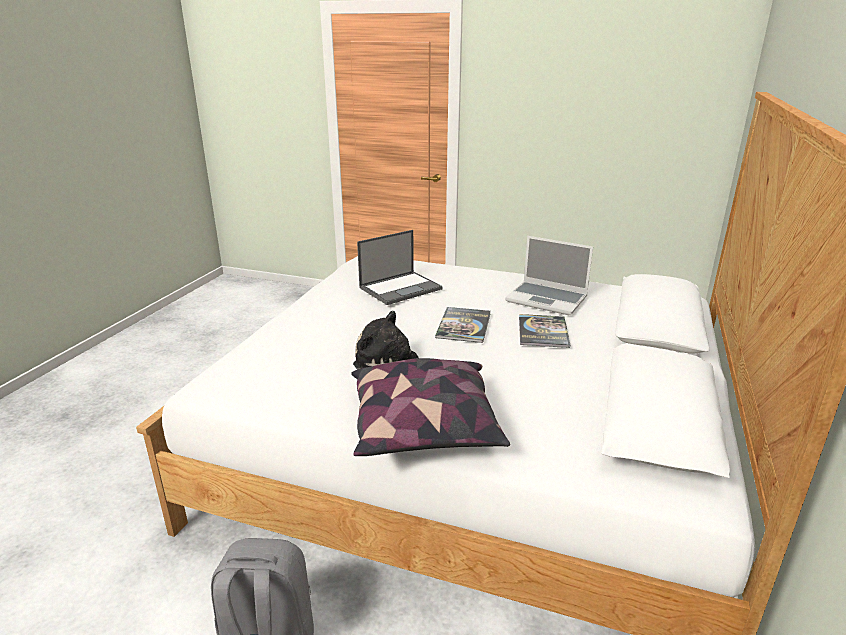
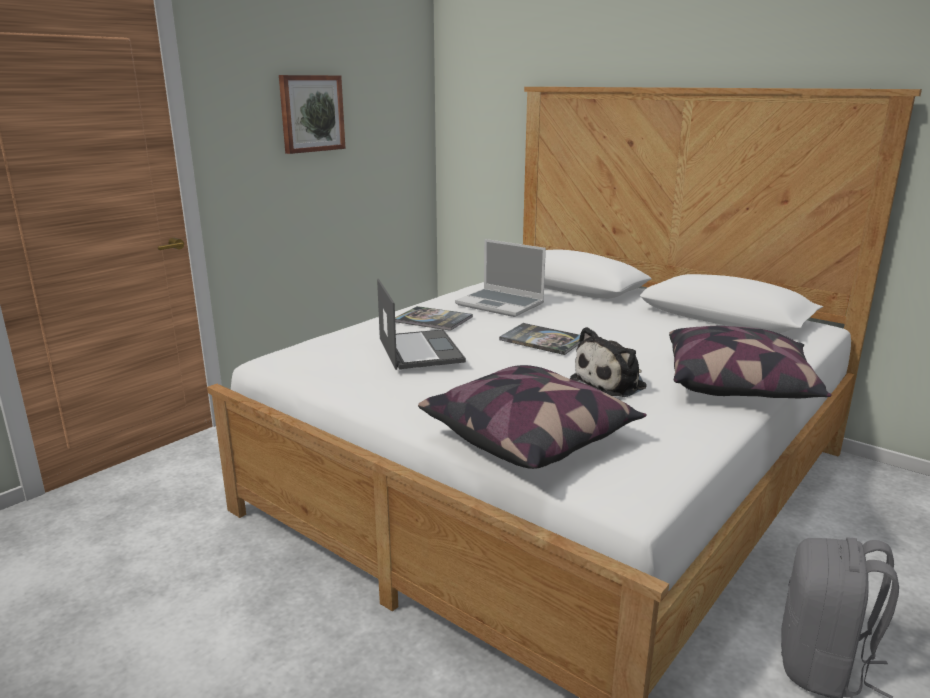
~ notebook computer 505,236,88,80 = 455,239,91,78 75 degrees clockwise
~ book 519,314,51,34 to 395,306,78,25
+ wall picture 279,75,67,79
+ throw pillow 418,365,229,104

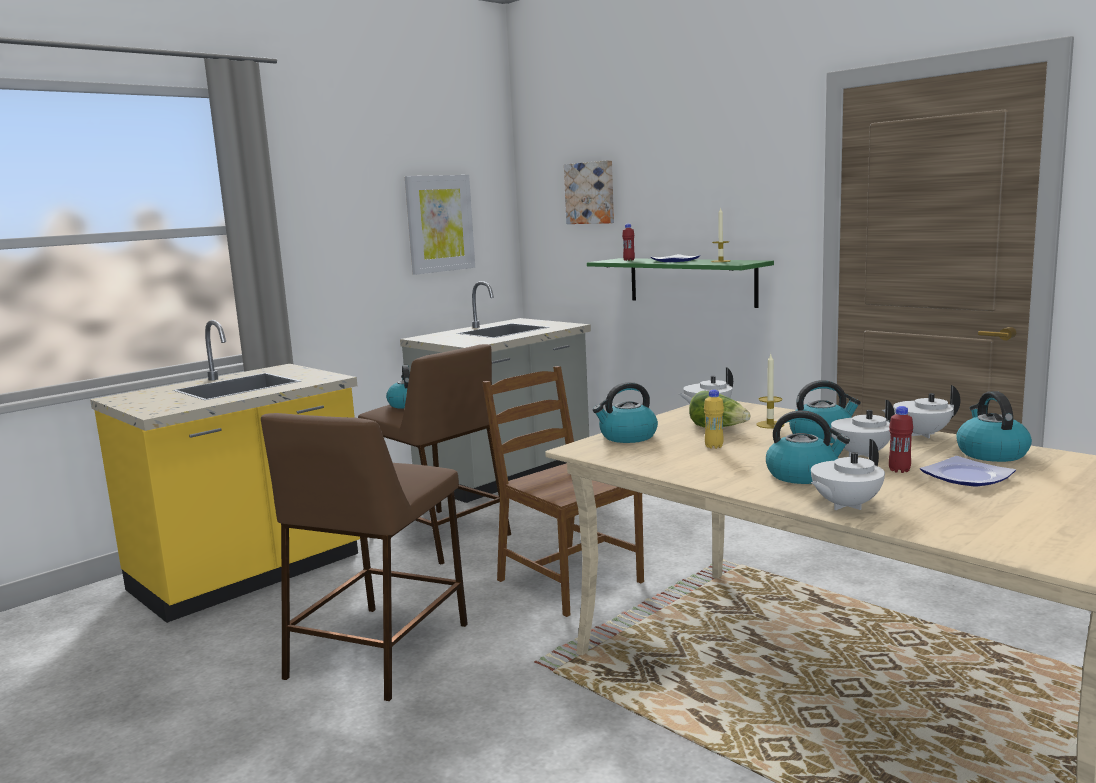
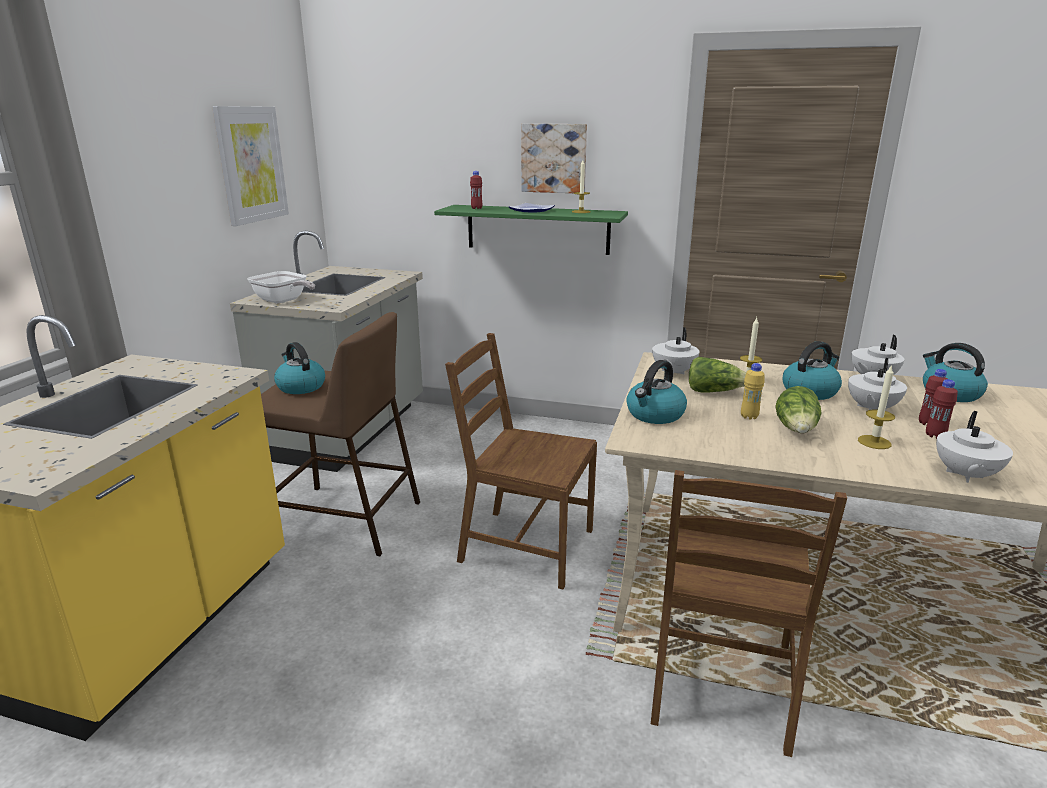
~ wall picture 564,160,50,64 to 521,124,66,69
~ water kettle 766,410,84,74 to candle 858,364,37,85
- stool in brown 261,413,207,288
- flat dish 920,456,96,30
+ pan 247,271,68,32
+ bottle in red 926,379,32,60
+ lettuce 775,386,47,47
+ chair in brown 651,470,196,287

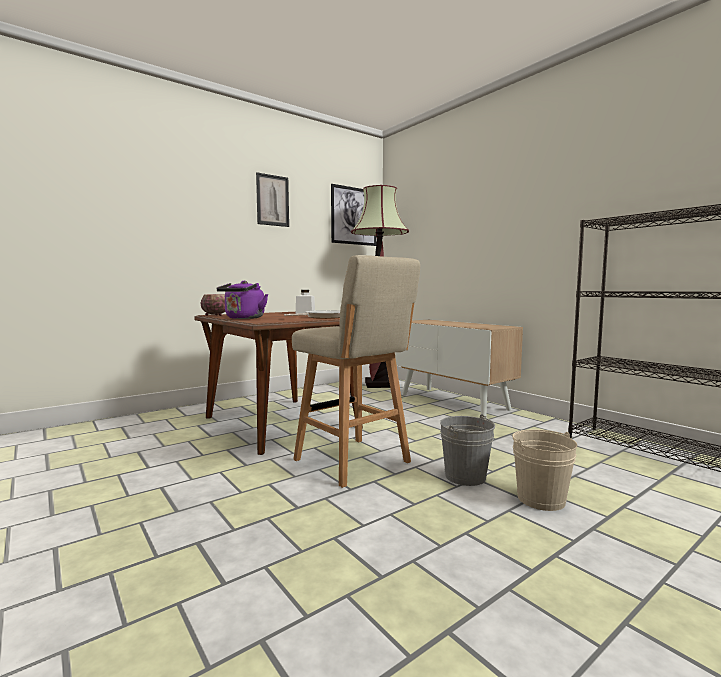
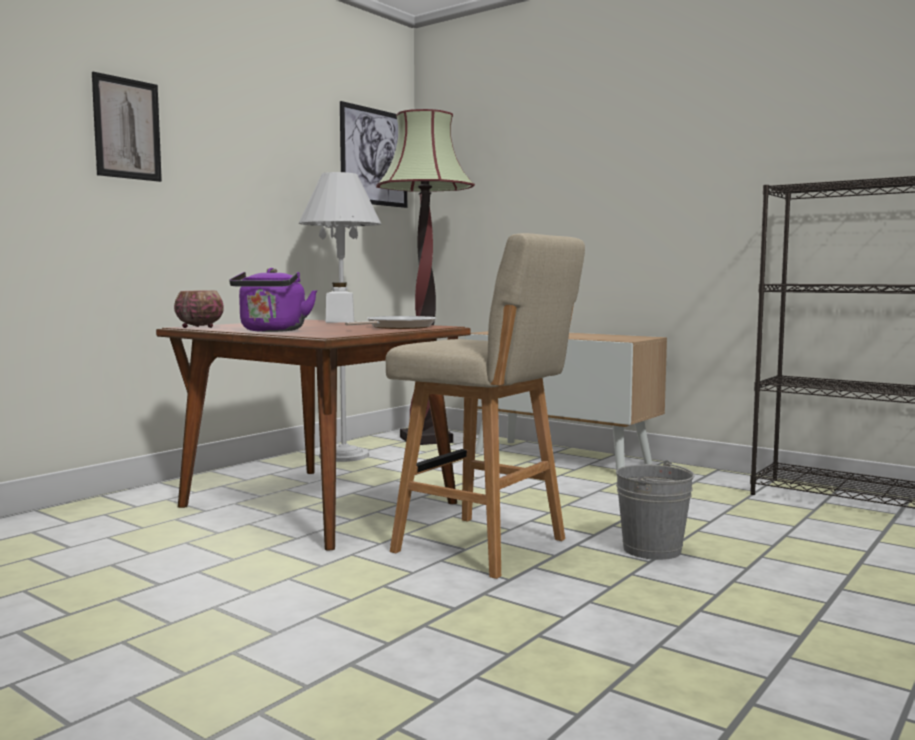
~ wall picture 256,172,33,55 to 92,72,70,110
- water bucket in beige-coloured 512,429,66,82
+ standard lamp in white-coloured 299,172,82,290

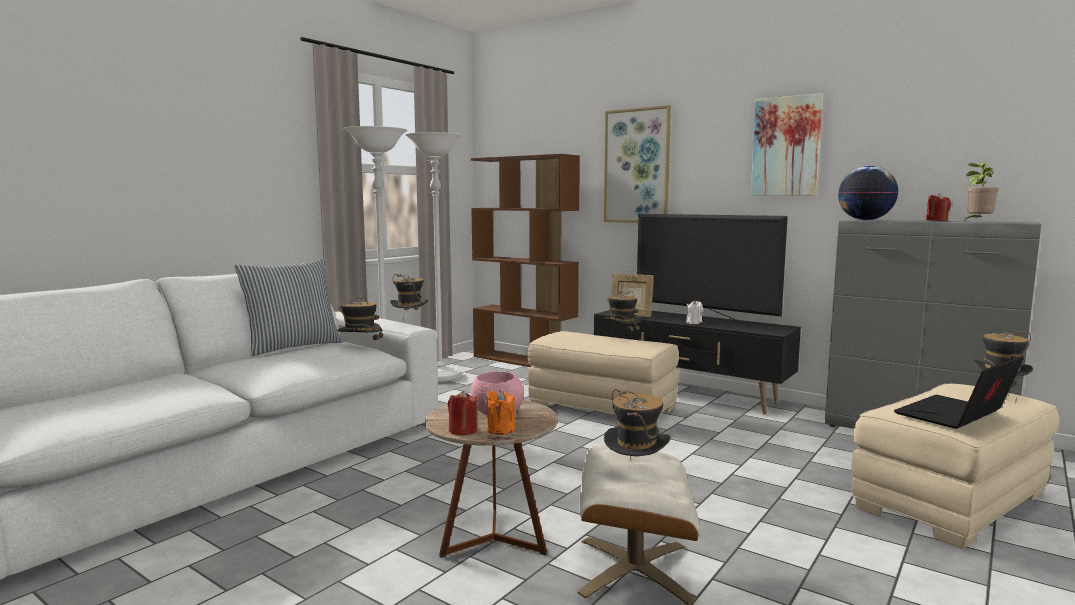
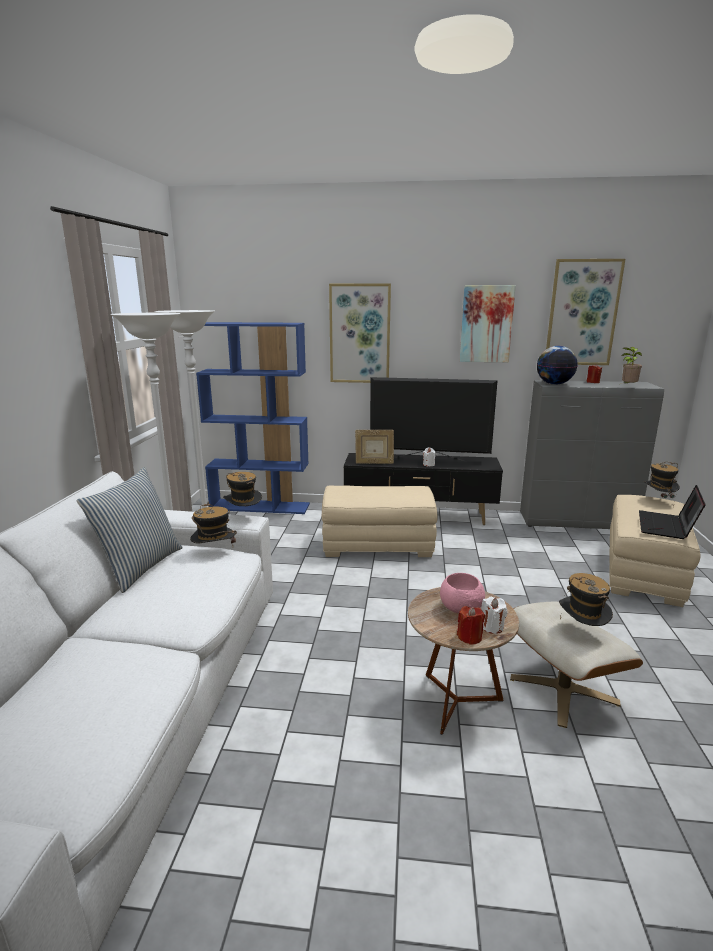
~ shelving unit in brown 471,154,109,213 to shelving unit in blue 196,322,114,192
- hat 604,291,37,40
~ candle in orangey 486,390,29,45 to candle in white-coloured 481,597,26,37
+ wall picture 546,259,79,106

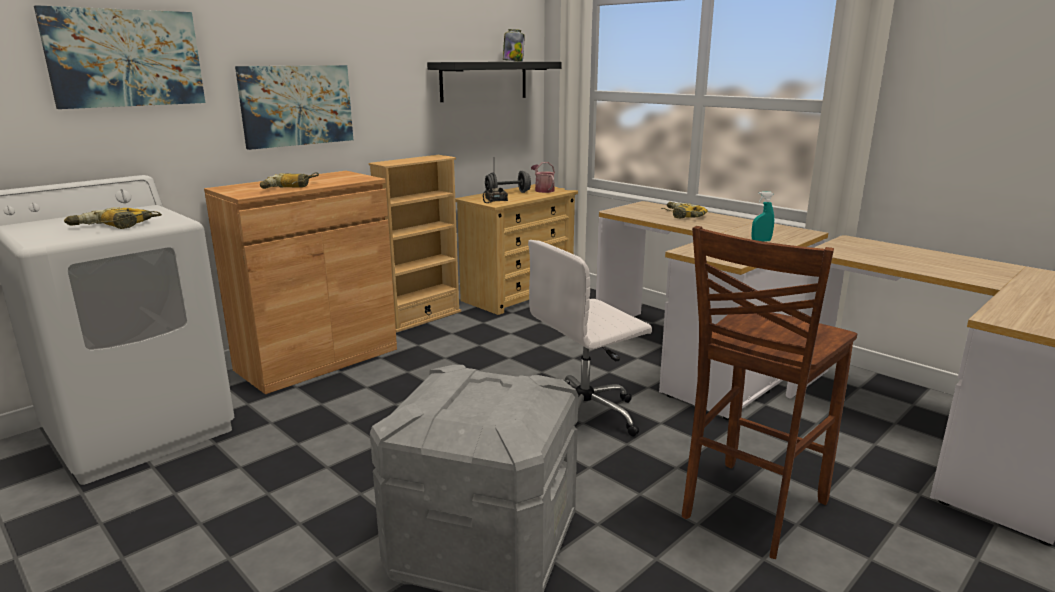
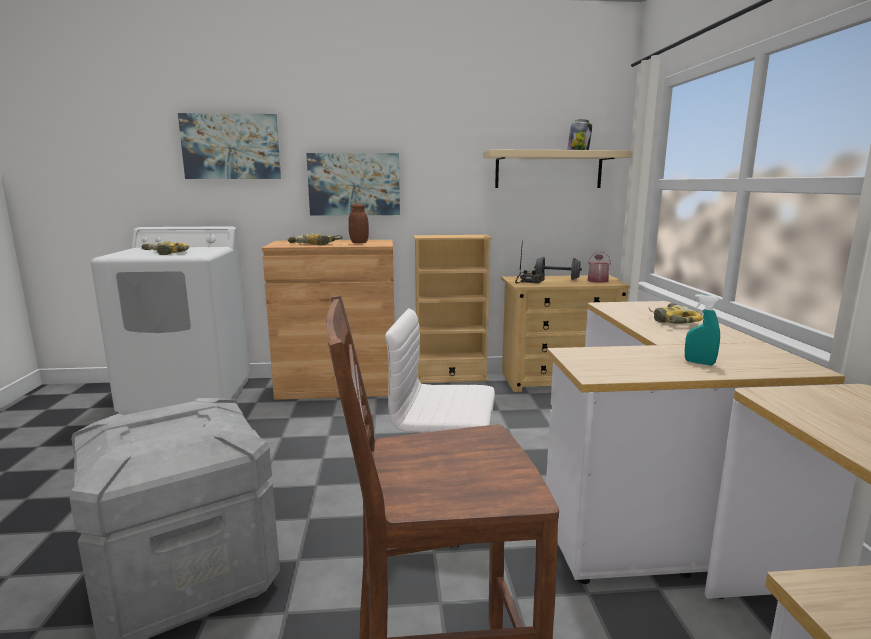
~ bracket shelf in blackish 427,62,135,40 to bracket shelf in beige-coloured 483,150,149,38
+ storage jar in brown 348,204,21,39

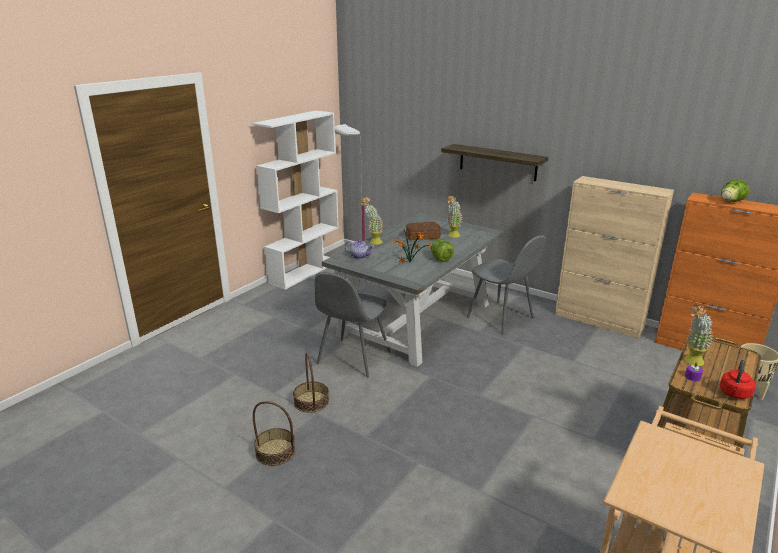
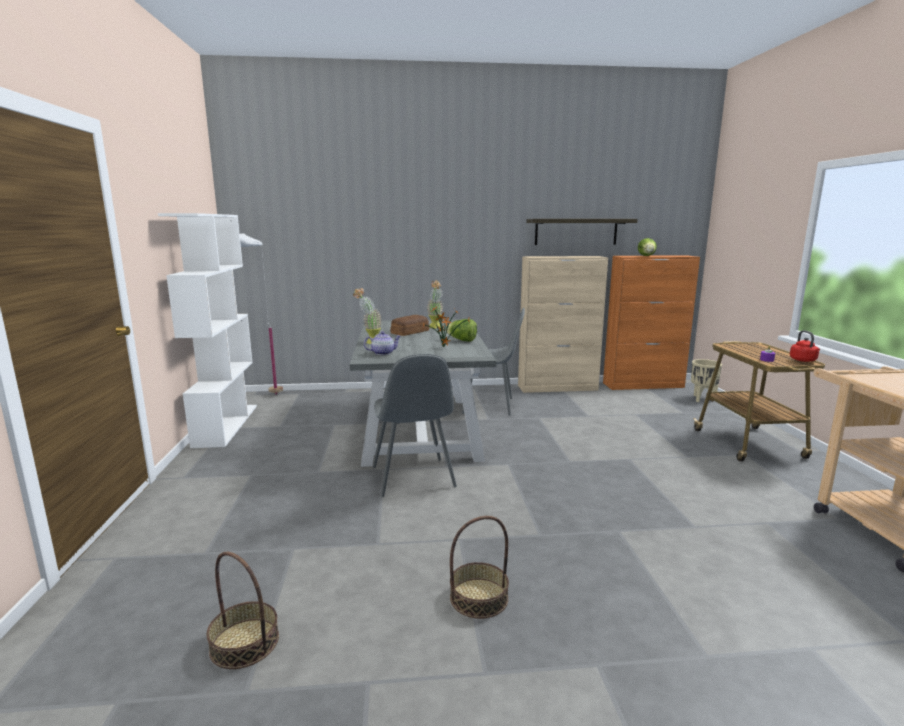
~ bracket shelf 441,144,107,37 to 526,219,112,26
- potted plant 684,304,29,62
~ storage basket 293,352,36,61 to 207,552,72,117

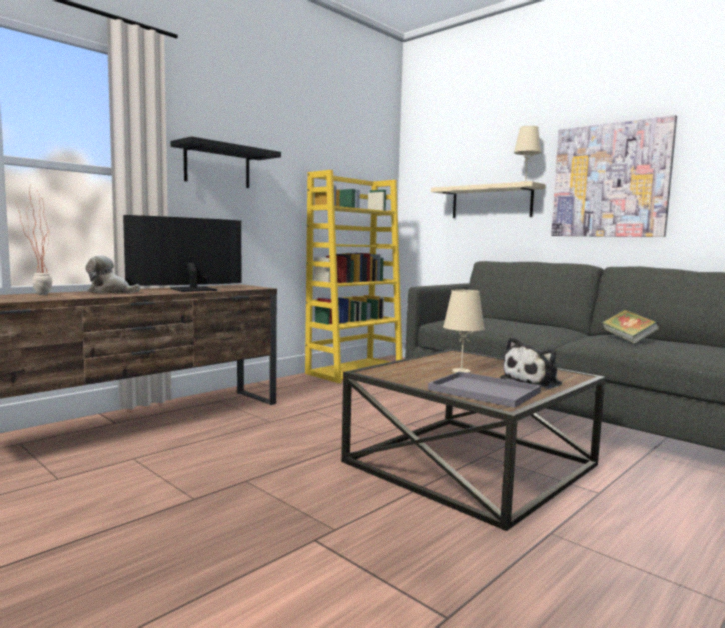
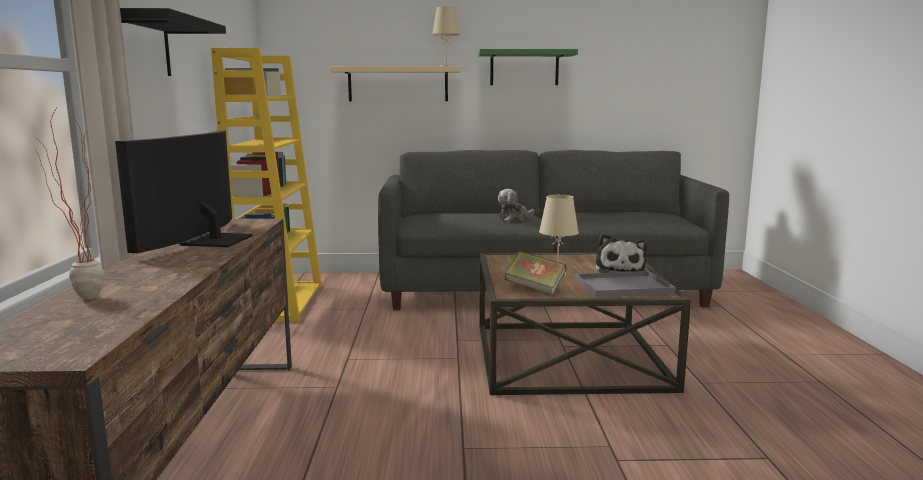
~ wall picture 551,115,126,122 to bracket shelf in green-coloured 478,49,100,36
~ soft toy 85,255,55,38 to 498,189,37,33
~ book 602,309,58,35 to 505,251,62,44

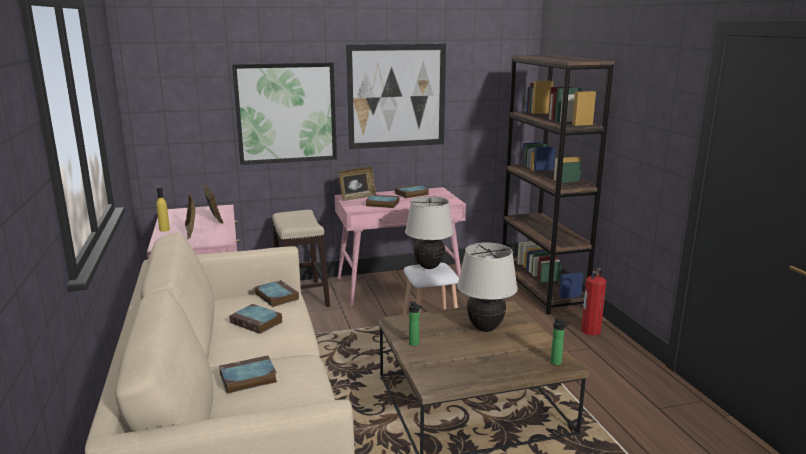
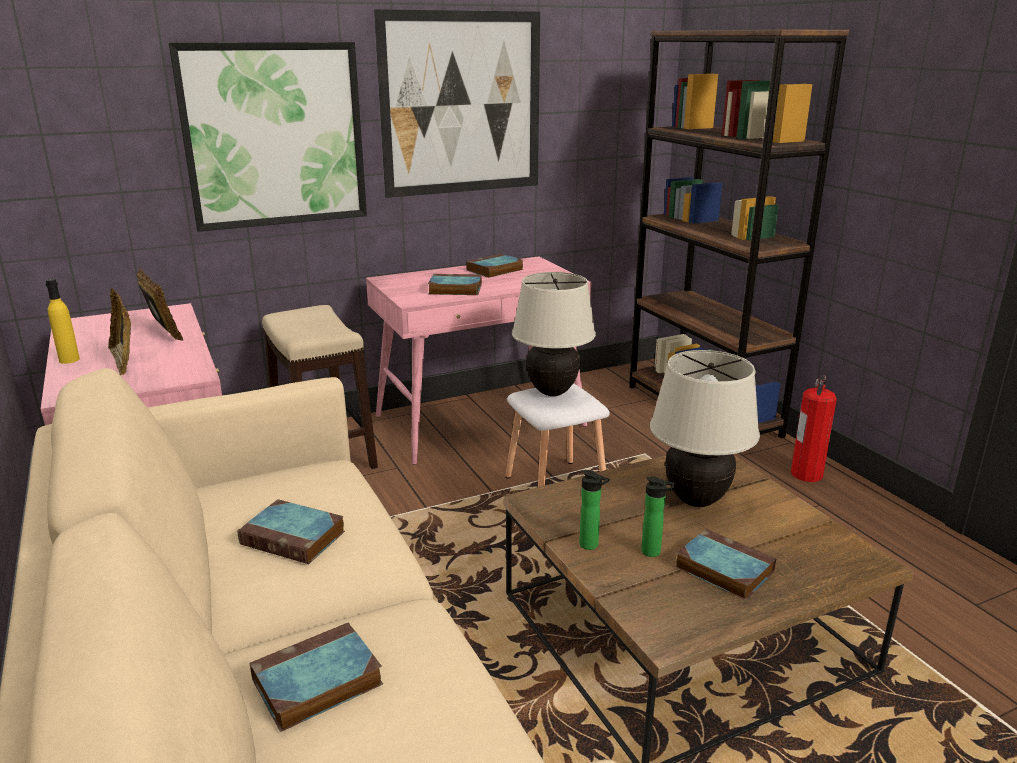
- standing frame 339,166,37,35
~ book 255,280,44,27 to 675,529,101,71
~ bottle 551,318,19,47 to 641,476,34,81

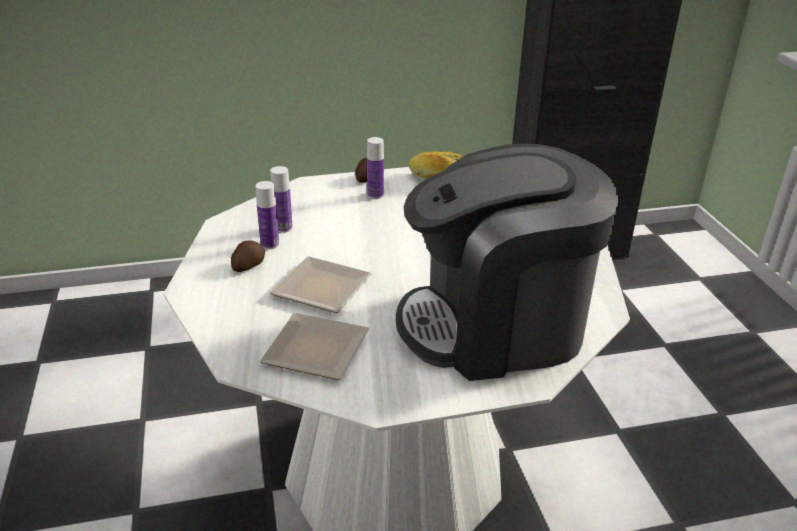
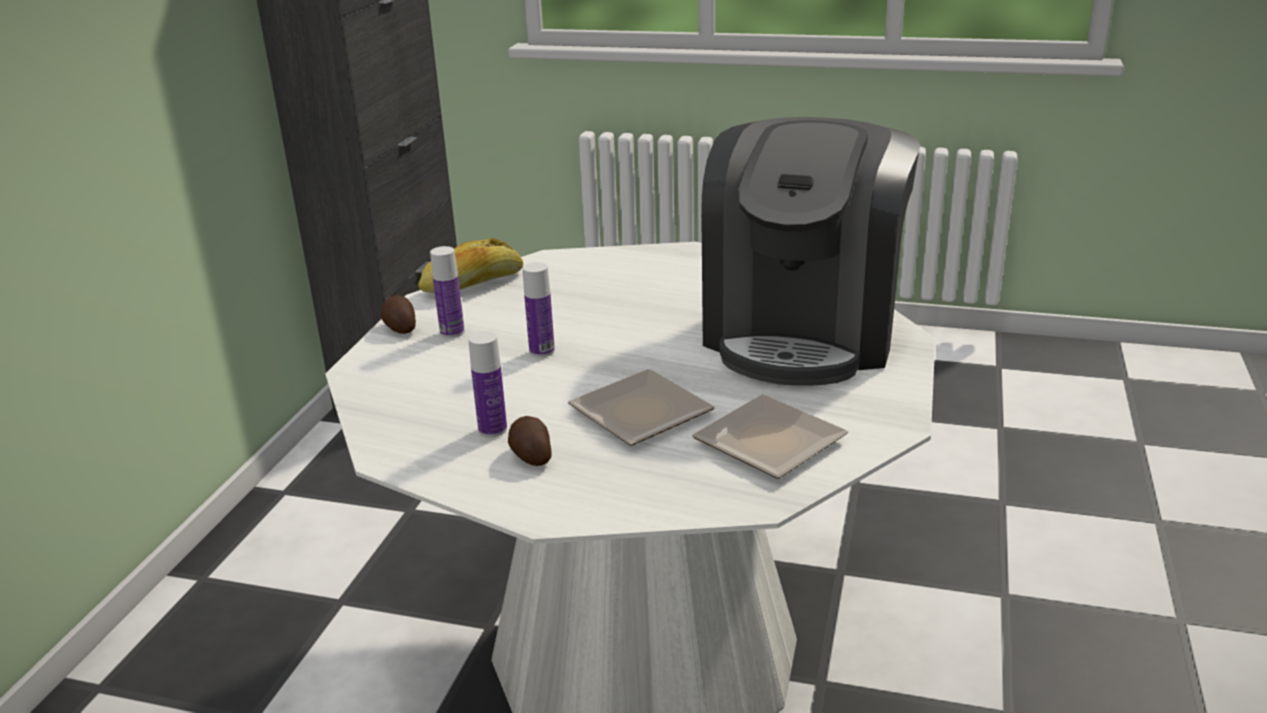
~ bottle 270,166,23,67 to 523,262,32,95

